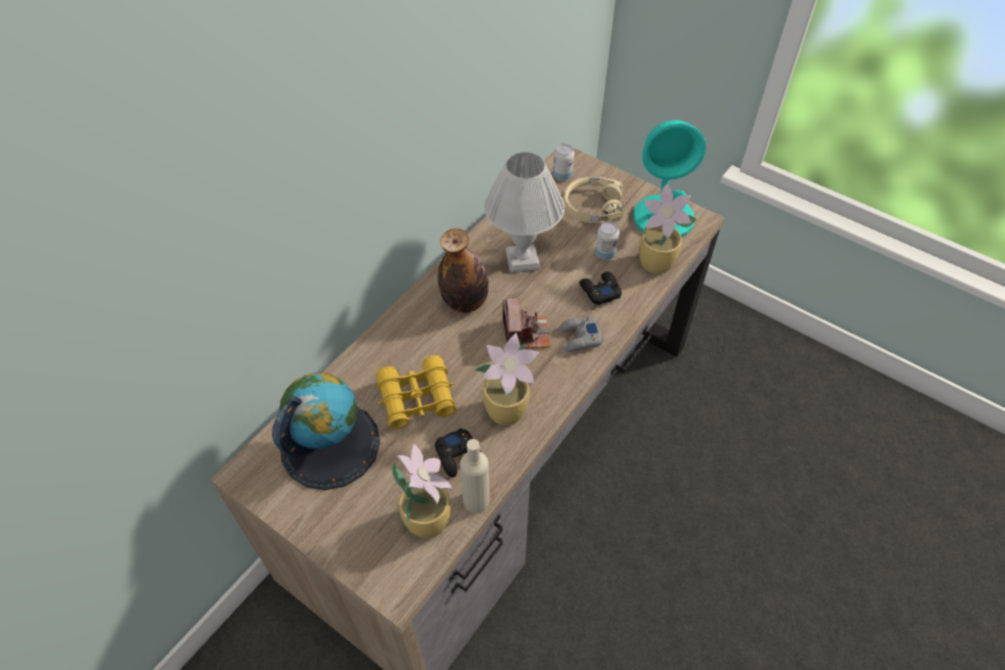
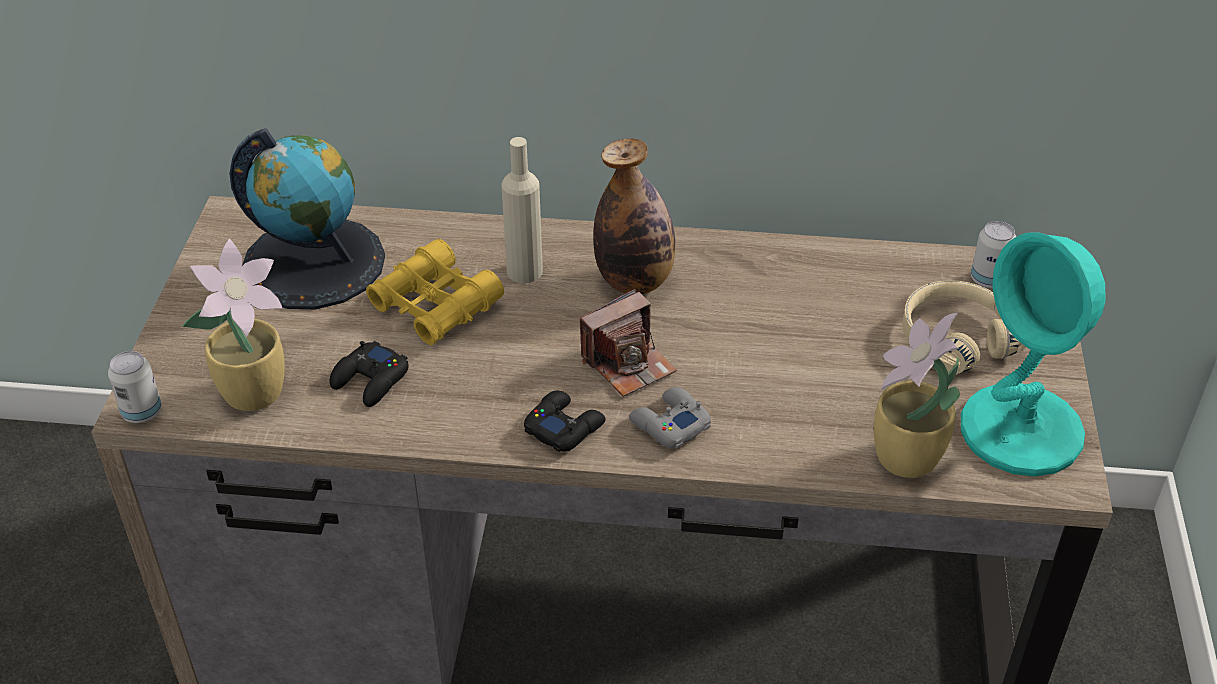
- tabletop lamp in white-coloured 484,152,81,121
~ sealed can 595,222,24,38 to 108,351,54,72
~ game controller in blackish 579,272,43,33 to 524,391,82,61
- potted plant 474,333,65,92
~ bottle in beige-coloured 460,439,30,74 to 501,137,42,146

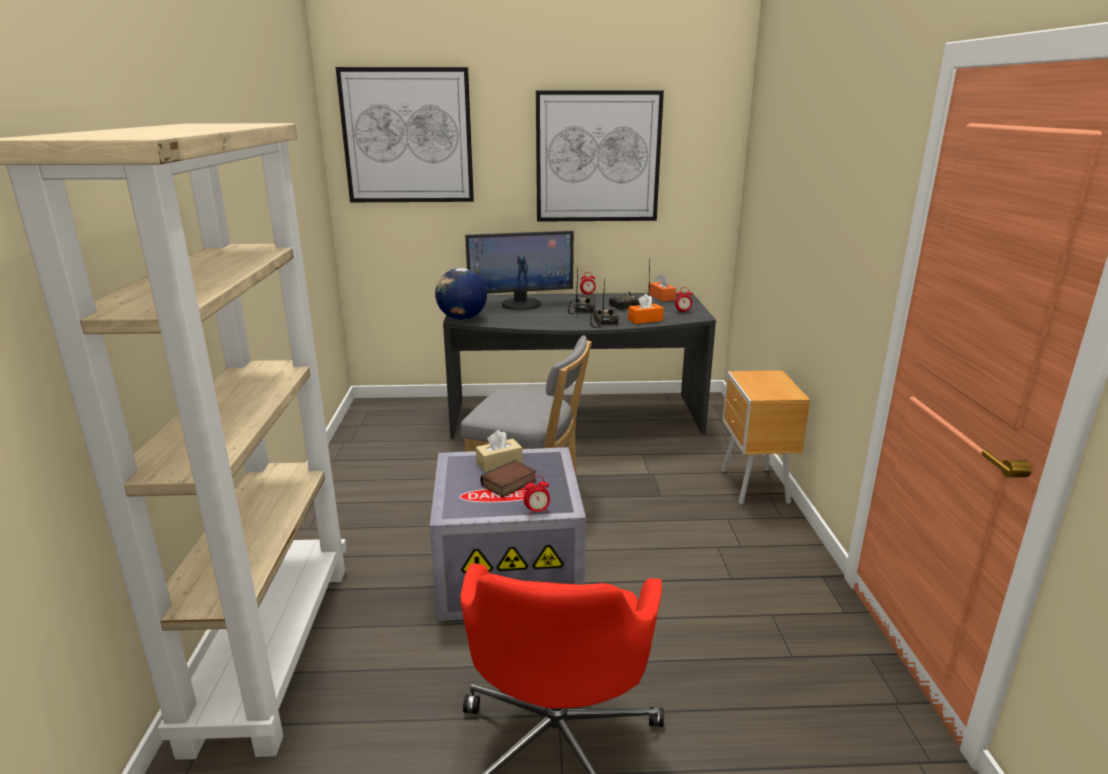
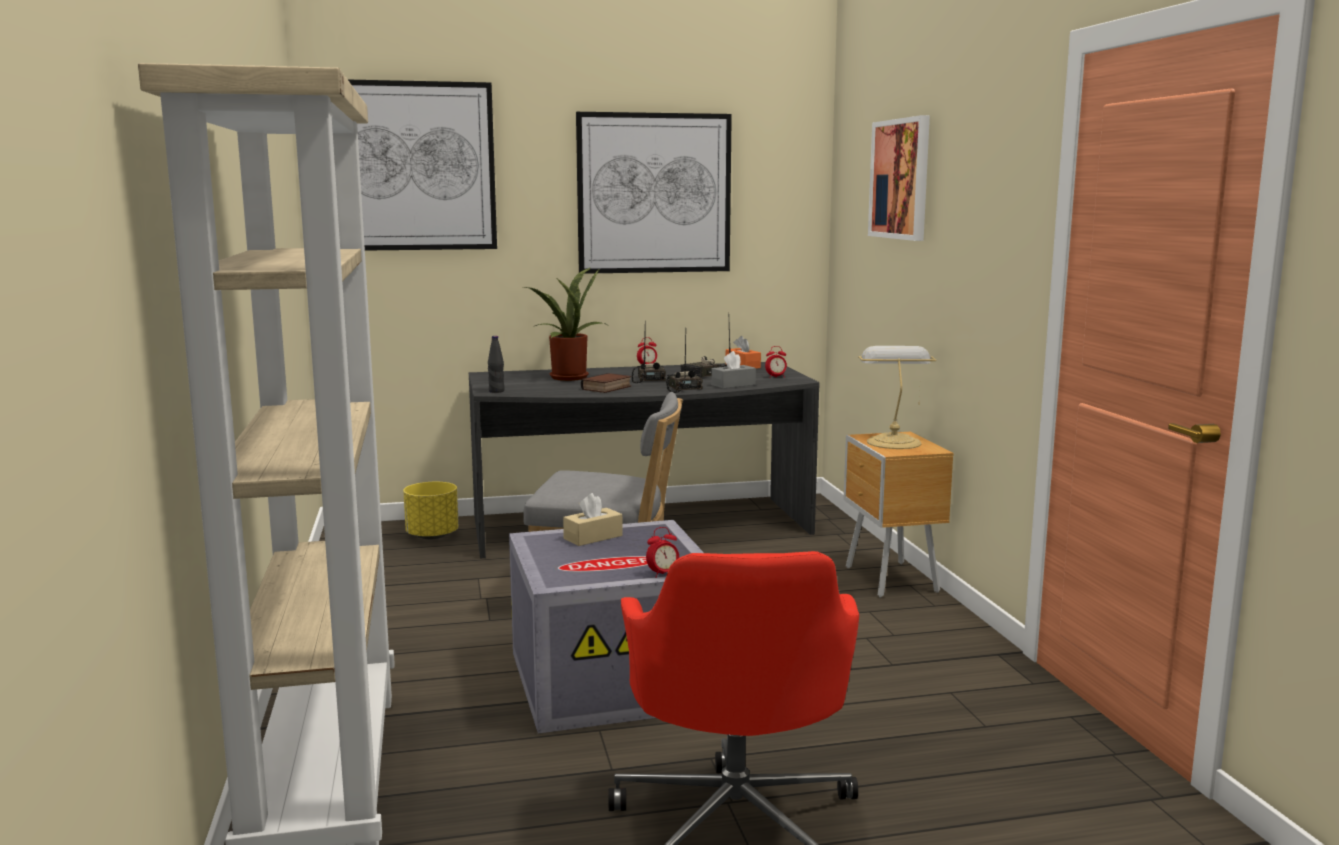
~ monitor 465,231,109,79 to potted plant 523,268,81,113
~ globe 435,268,52,52 to bottle in blackish 488,336,16,57
~ tissue box in orangey 628,294,36,30 to tissue box in gray 711,351,45,38
~ book 480,460,57,37 to 581,373,50,20
+ wall picture 868,115,62,126
+ tabletop lamp 858,346,78,103
+ plant pot in yellow 403,482,56,58

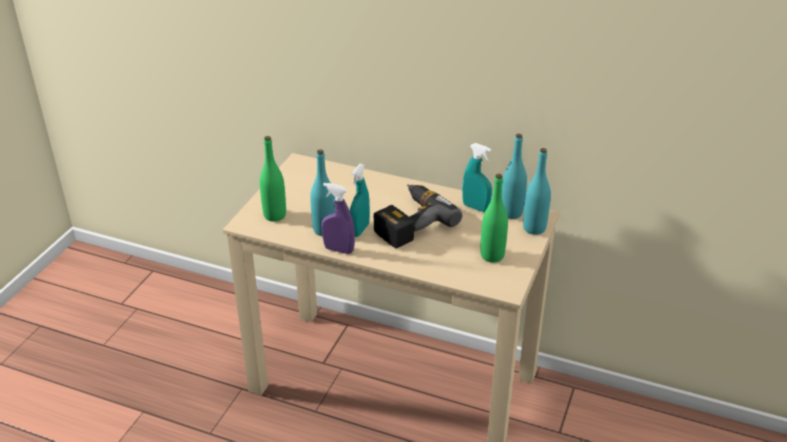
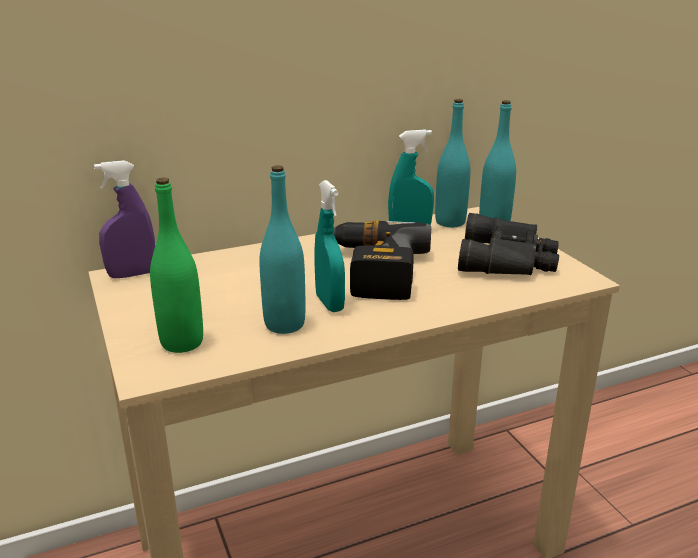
~ bottle in green-coloured 480,174,28,88 to pair of binoculars in blackish 458,213,101,62
~ sprayer in purplish 322,183,33,71 to 94,160,61,118

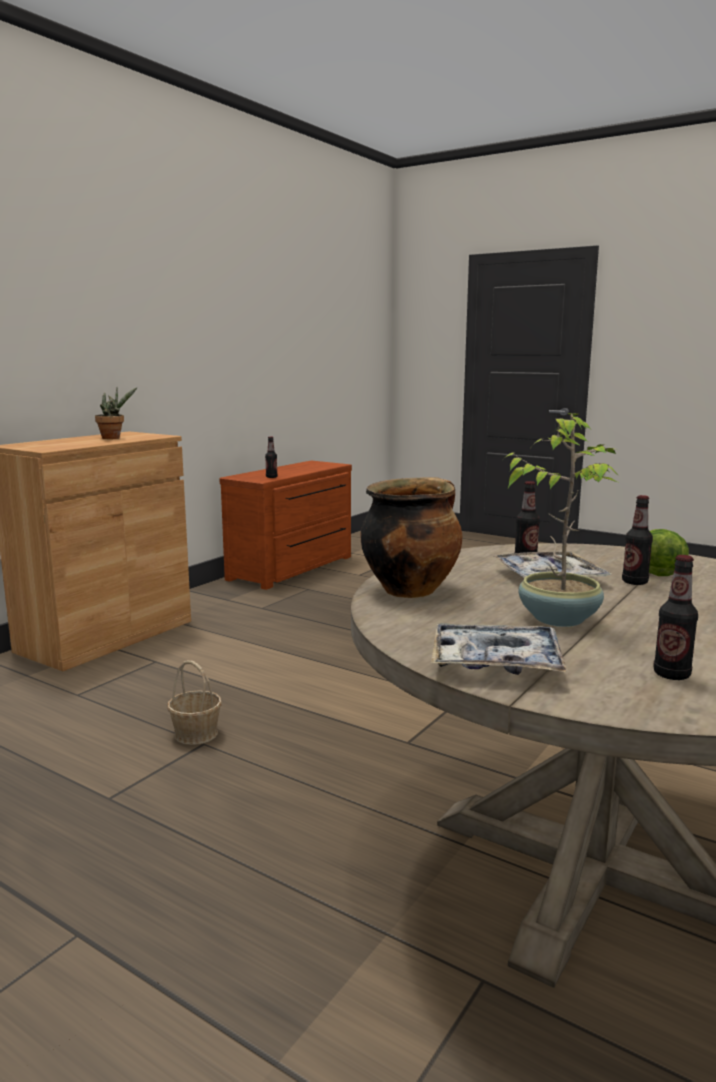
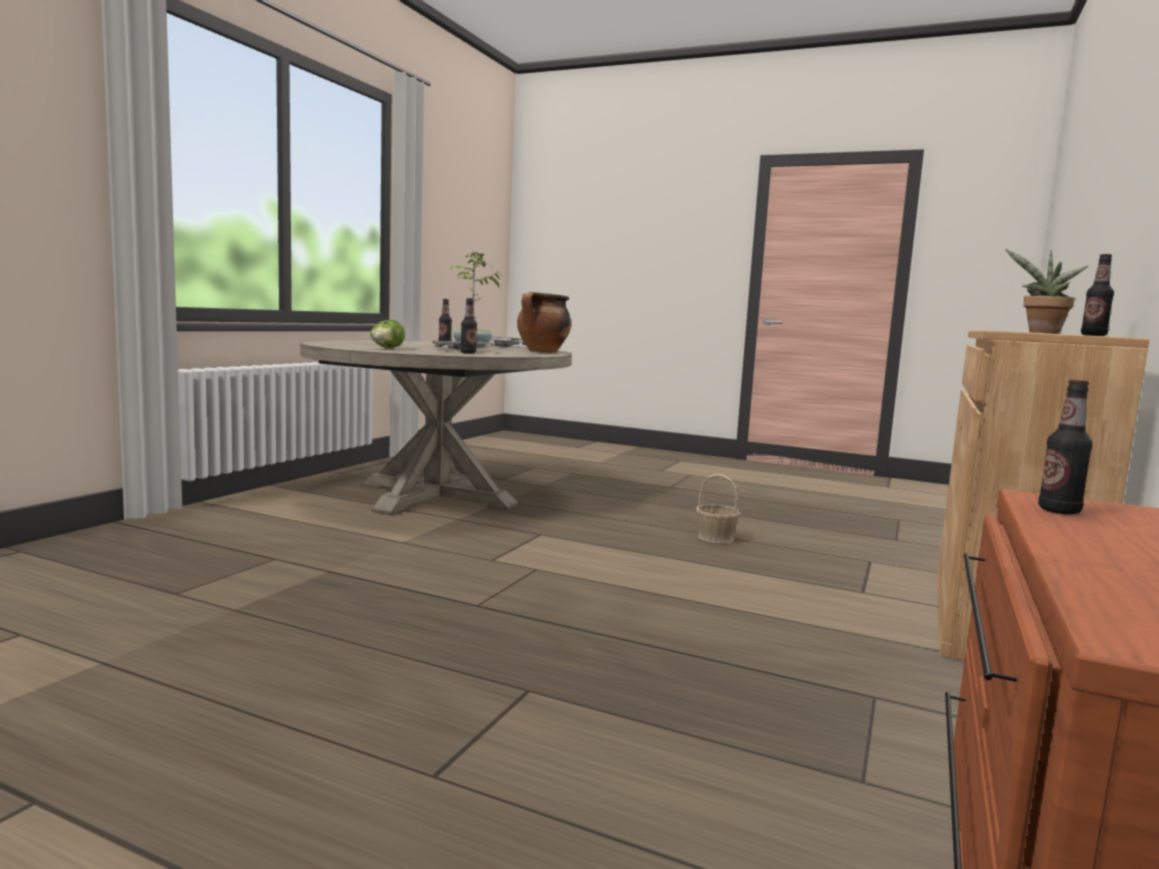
~ bottle 622,495,31,90 to 1081,254,33,82

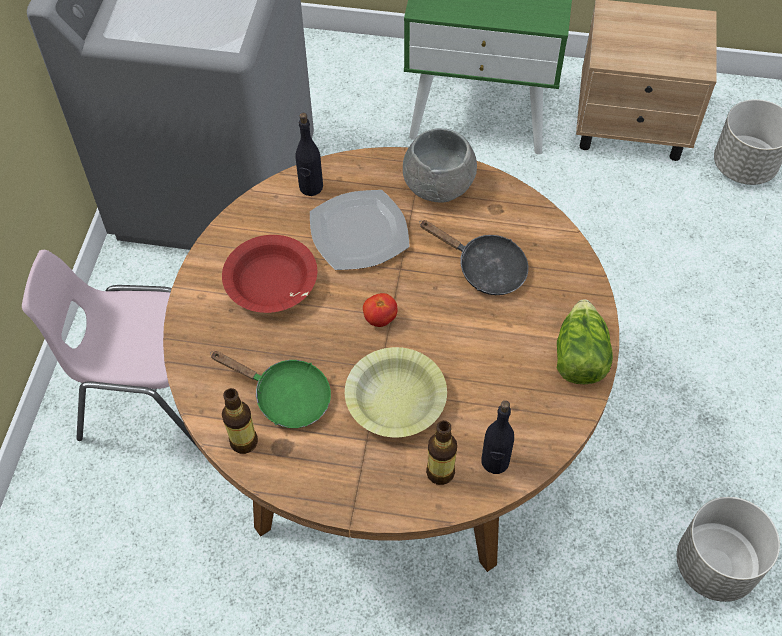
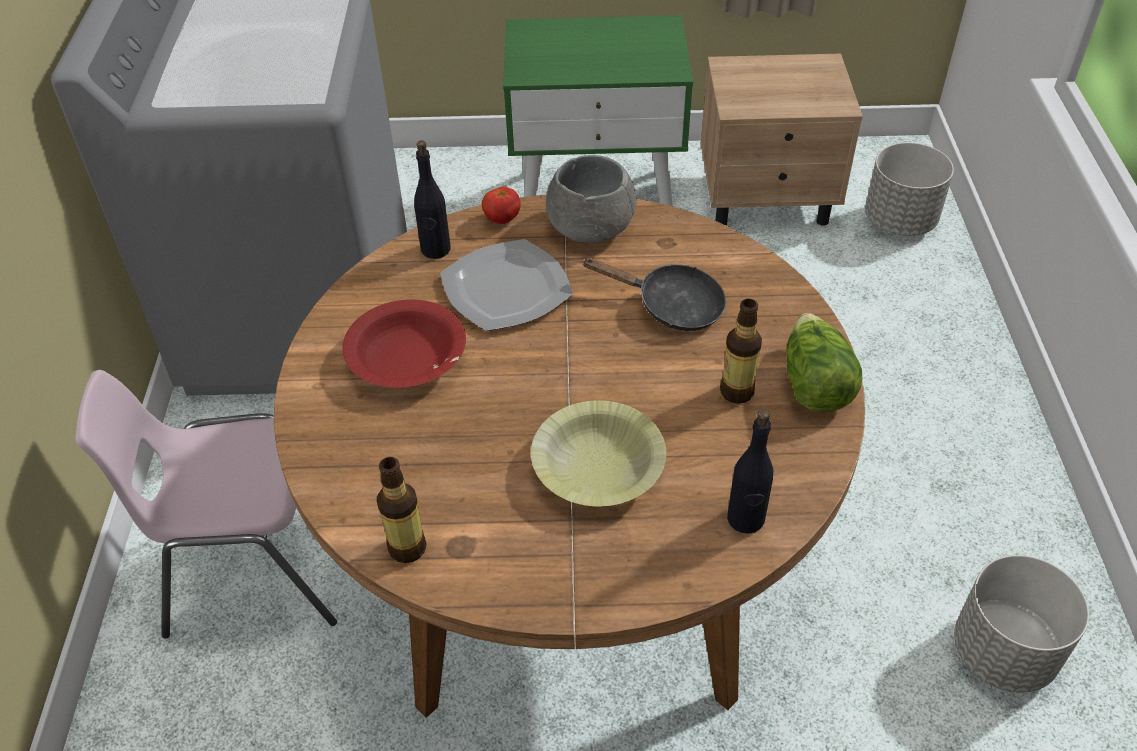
~ tomato 363,293,35,34 to 482,187,39,37
- pan in green-coloured 210,351,121,77
~ bottle 426,420,31,65 to 720,299,42,105

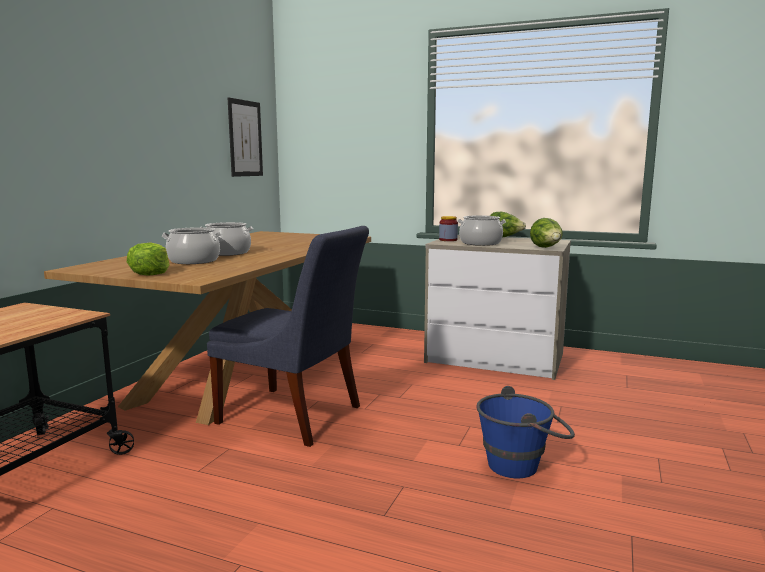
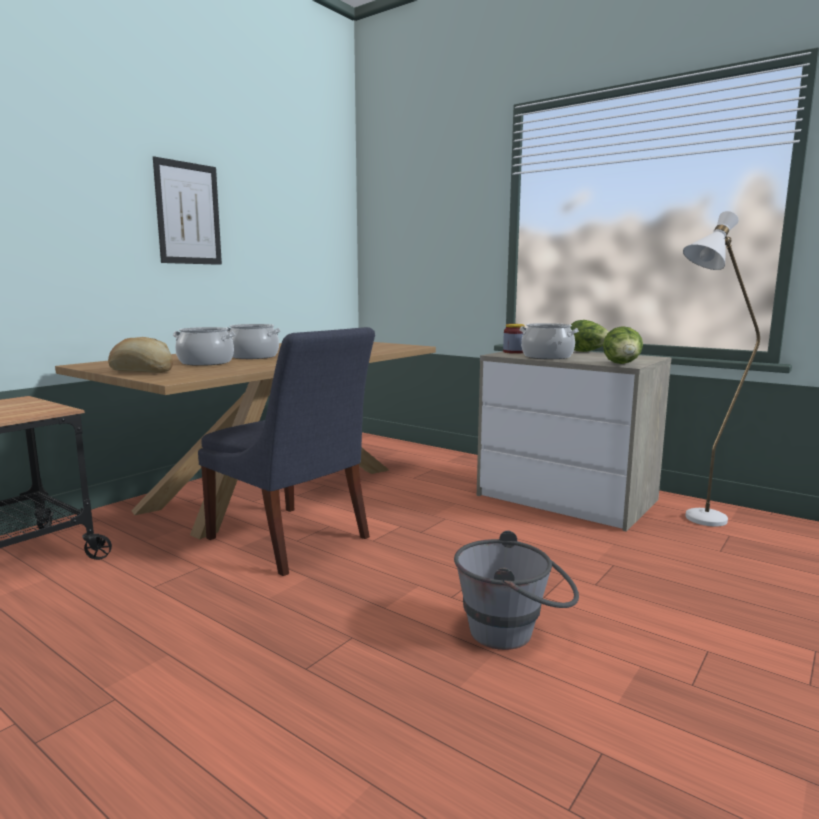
~ wall picture 228,97,35,80 to 153,156,69,109
~ lettuce 127,242,43,34 to bakery bread 108,337,65,36
~ water bucket in blue 476,386,99,92 to water bucket in gray 454,530,125,120
+ standard lamp in white-coloured 683,211,77,315

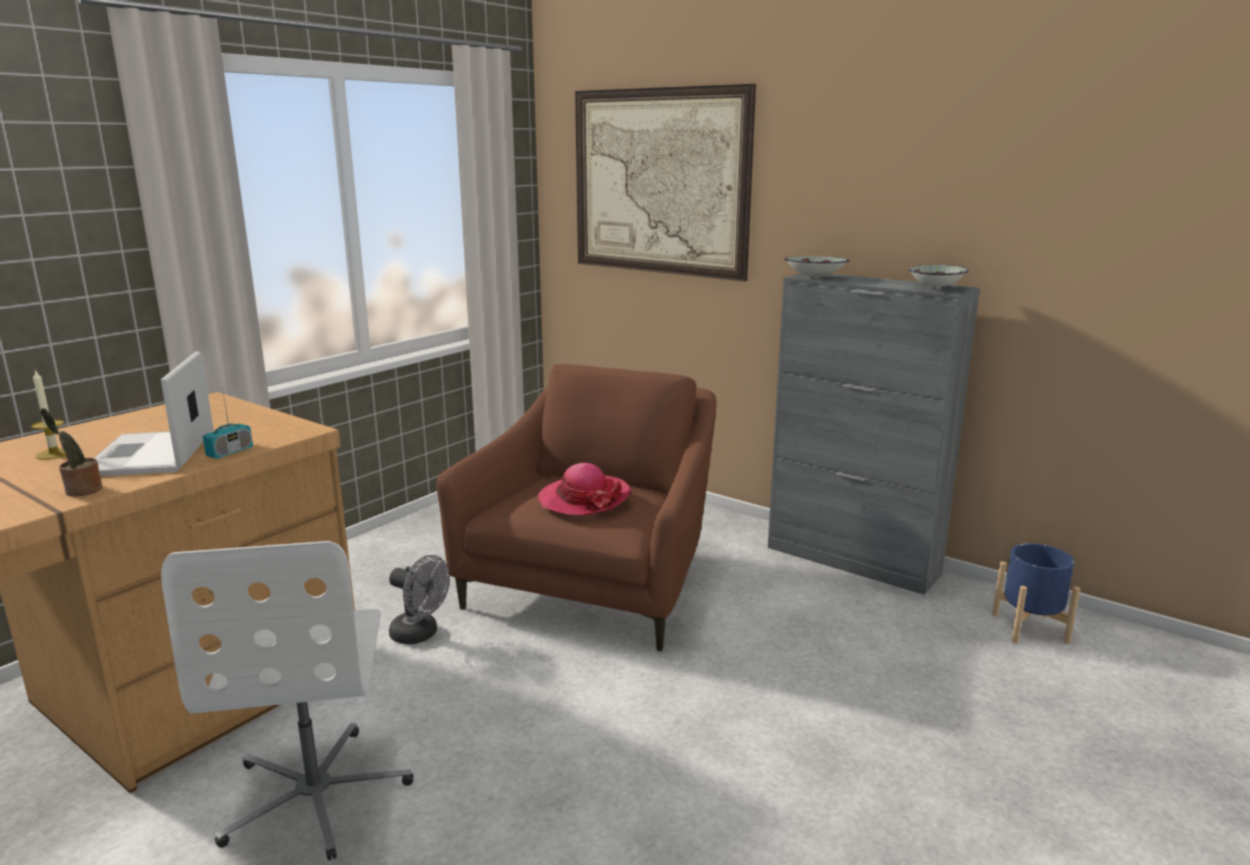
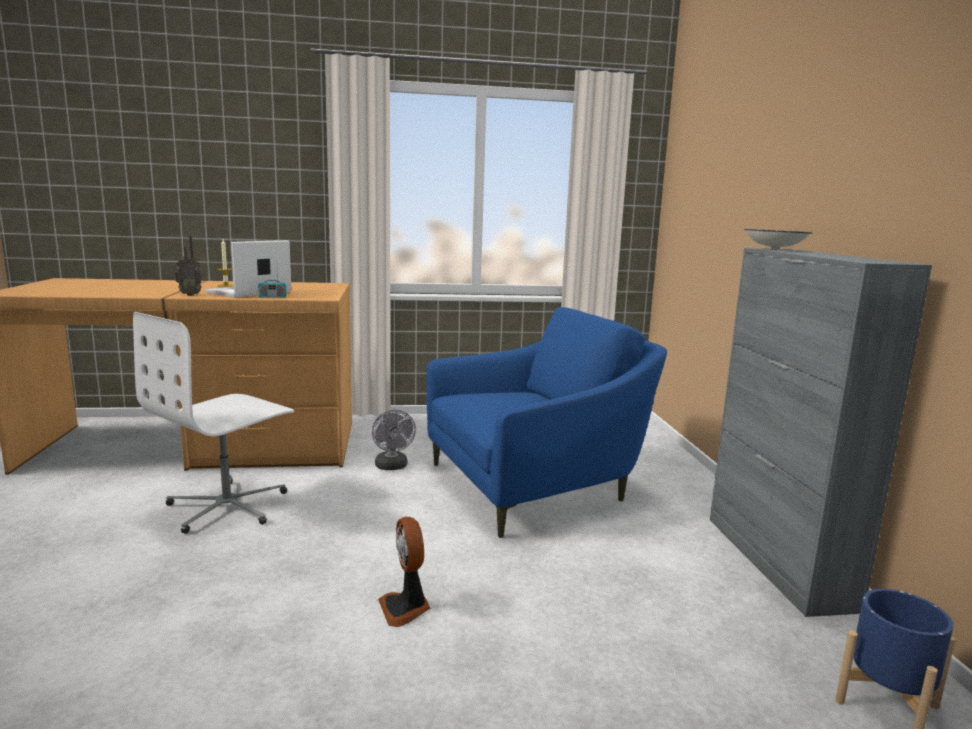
- wall picture 575,84,181,197
- serving bowl 908,265,61,24
~ easy chair in brown 436,364,281,287 to easy chair in blue 427,307,240,231
~ potted plant 41,408,62,88 to radio set 175,236,27,60
- hat 538,463,94,53
+ electric fan 378,517,52,110

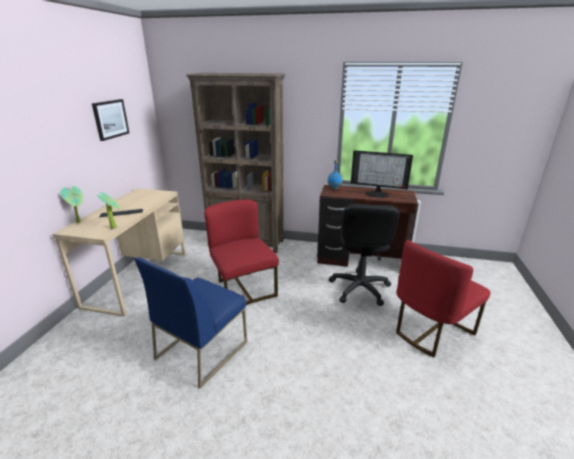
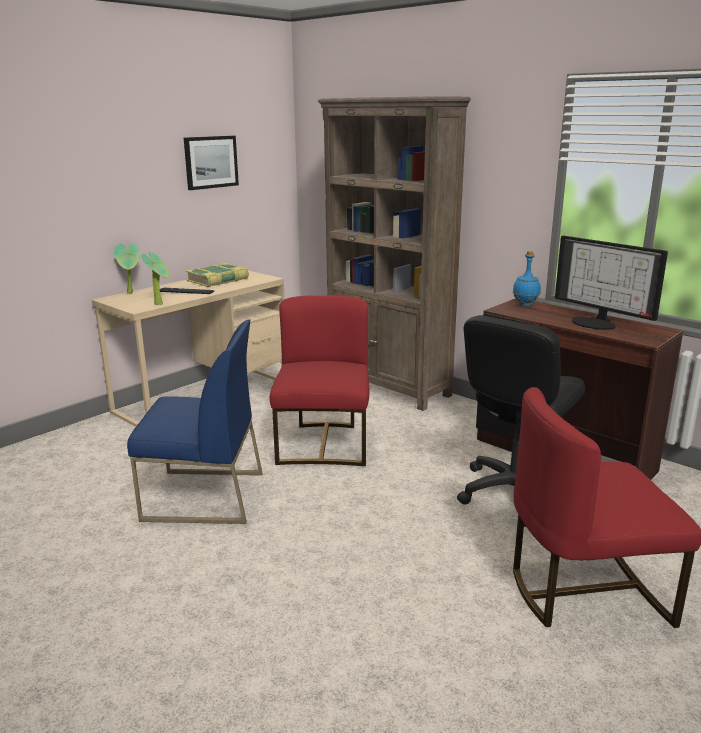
~ chair in blue 134,257,113,131 = 127,320,135,204 150 degrees counterclockwise
+ book 186,263,63,24

